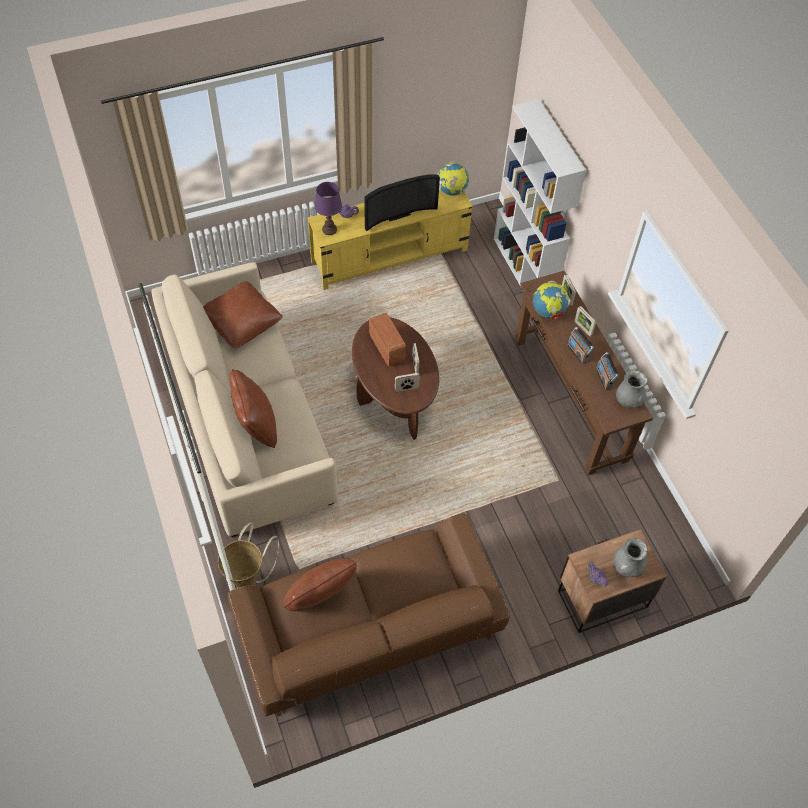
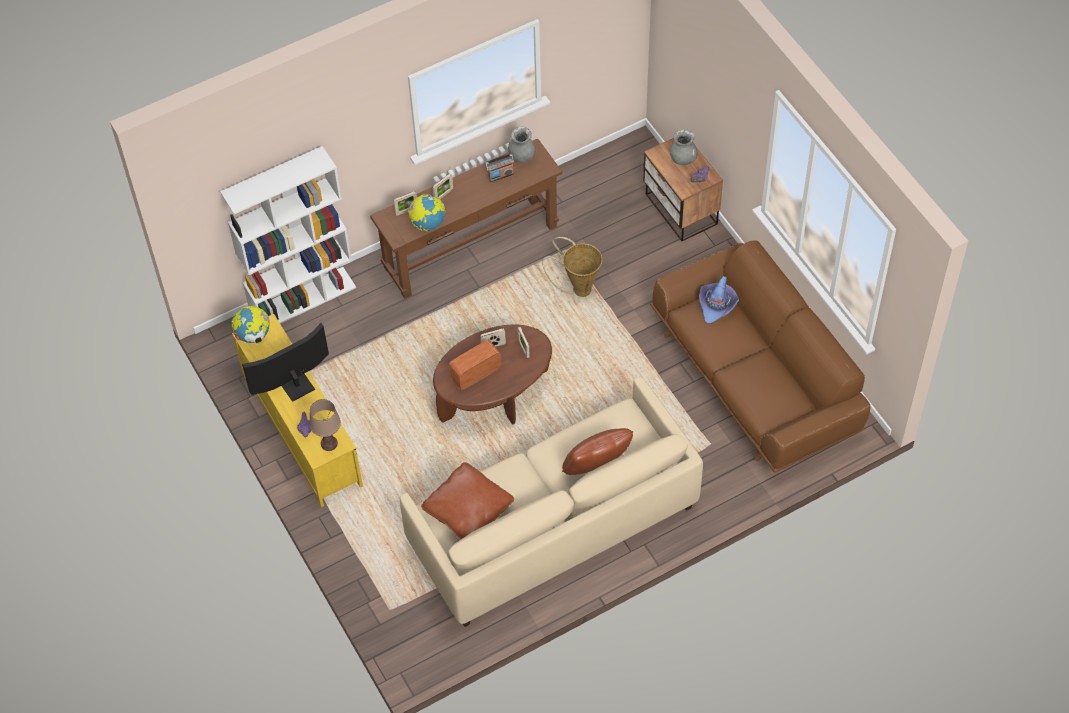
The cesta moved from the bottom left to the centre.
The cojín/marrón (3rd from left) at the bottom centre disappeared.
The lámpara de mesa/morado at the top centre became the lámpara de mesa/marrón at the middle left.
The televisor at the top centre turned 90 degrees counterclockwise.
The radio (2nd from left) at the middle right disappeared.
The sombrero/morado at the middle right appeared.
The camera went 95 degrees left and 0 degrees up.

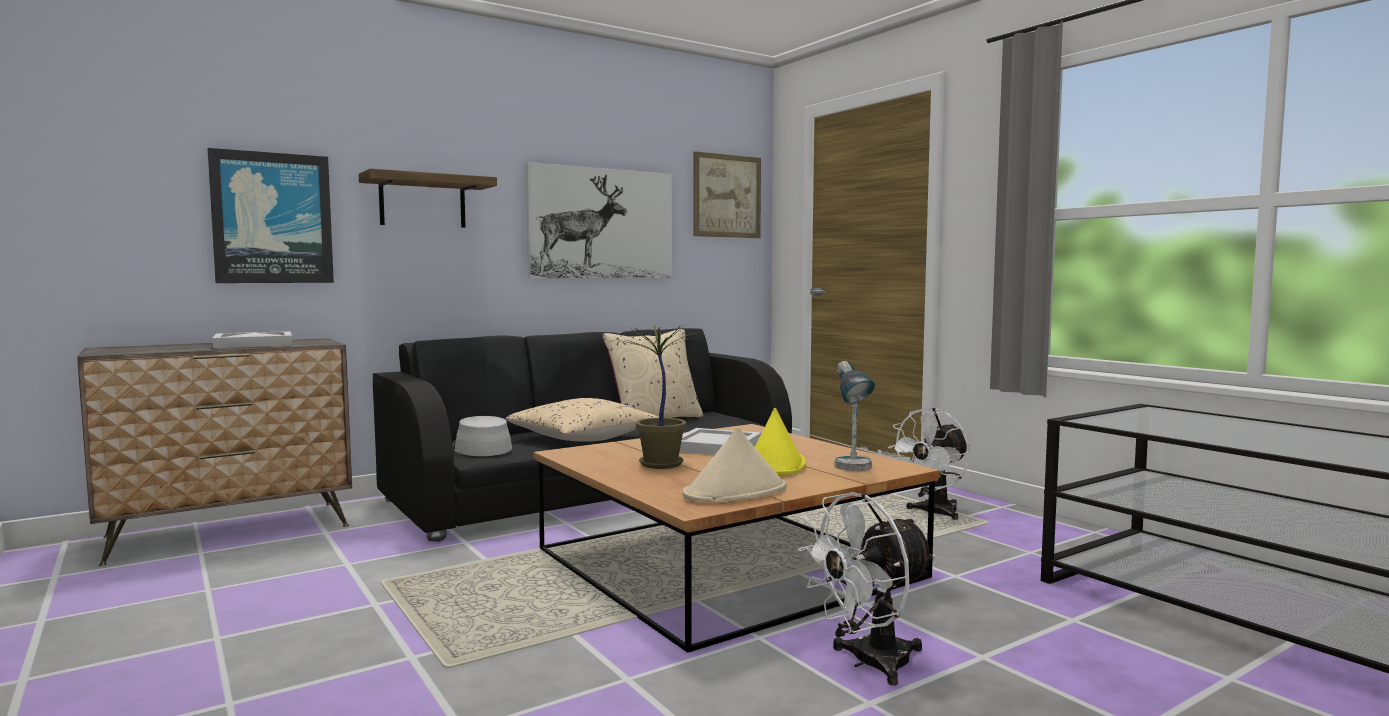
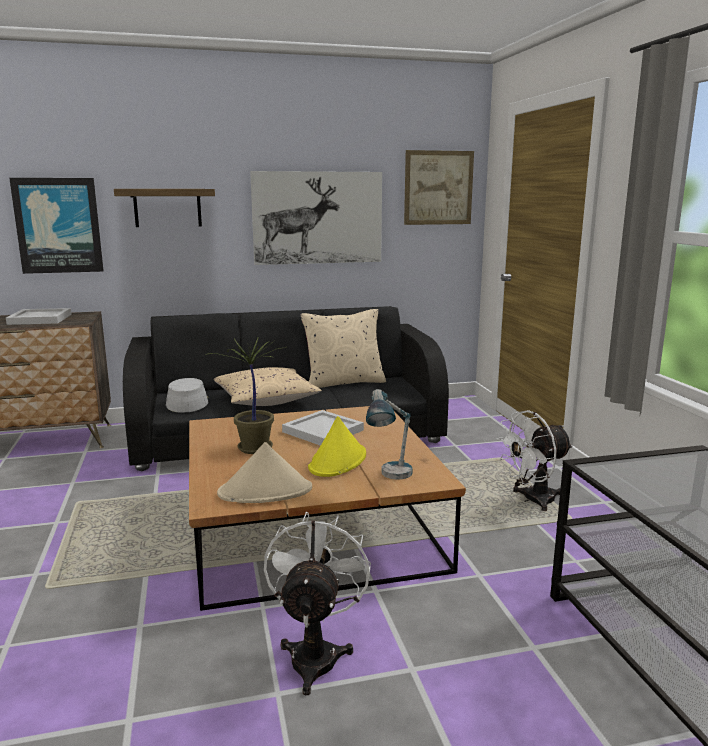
The ventilador/blanco (1st from left) at the bottom centre turned 105 degrees clockwise.
The camera went 20 degrees right and 10 degrees up.

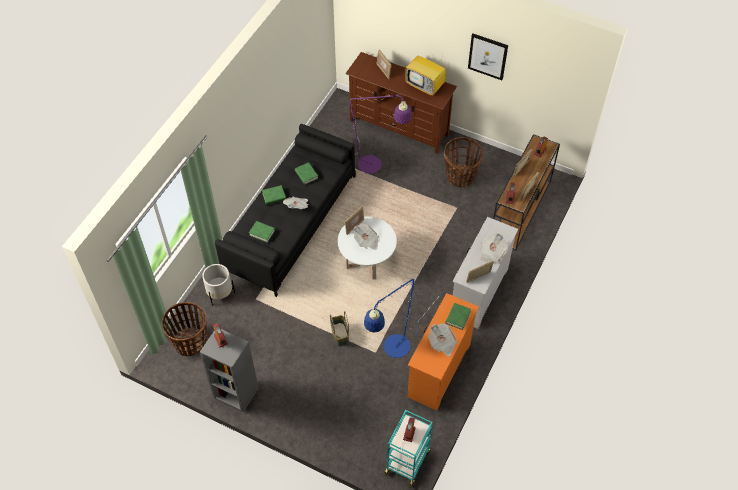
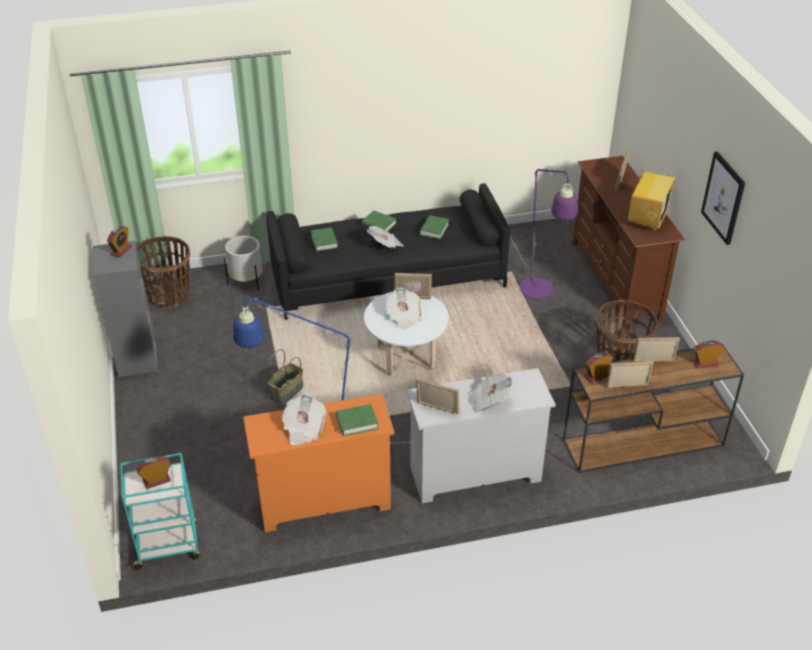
The televisor at the top centre turned 150 degrees counterclockwise.
The camera went 50 degrees right and 15 degrees down.

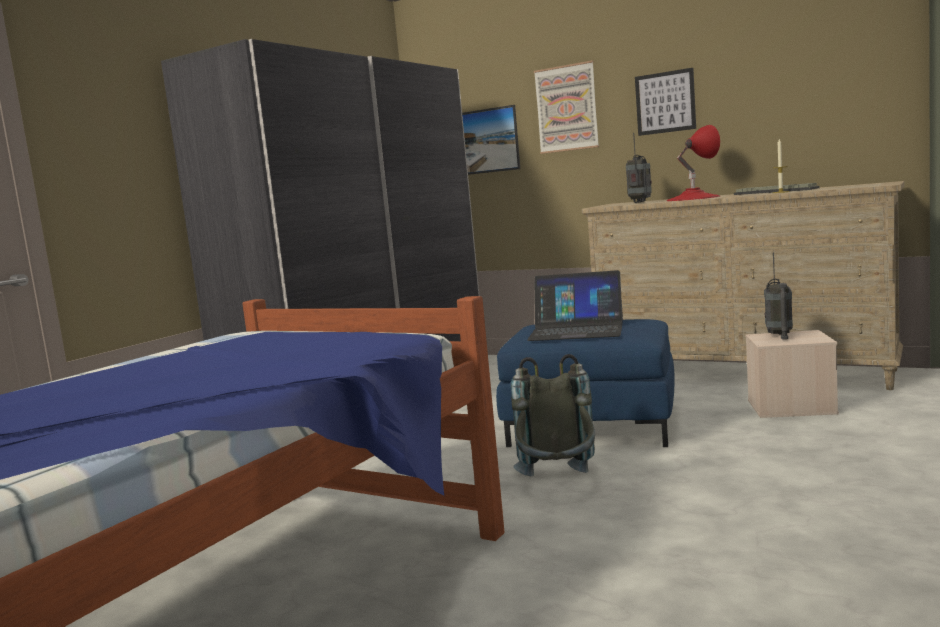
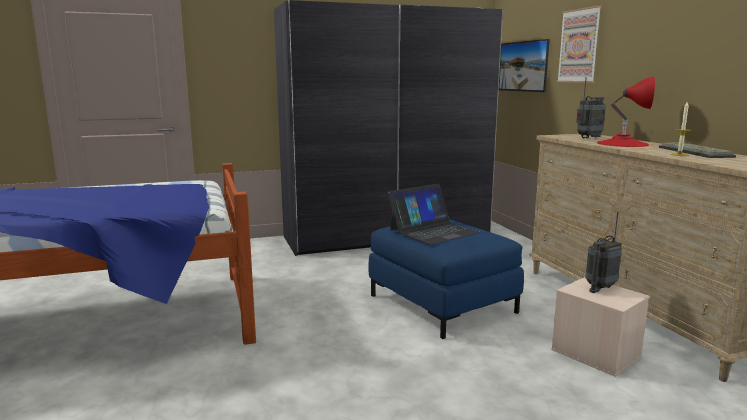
The mochila/gris at the centre disappeared.
The portátil at the centre turned 90 degrees counterclockwise.
The cuadro (3rd from left) at the top right disappeared.
The camera went 40 degrees right and 5 degrees up.

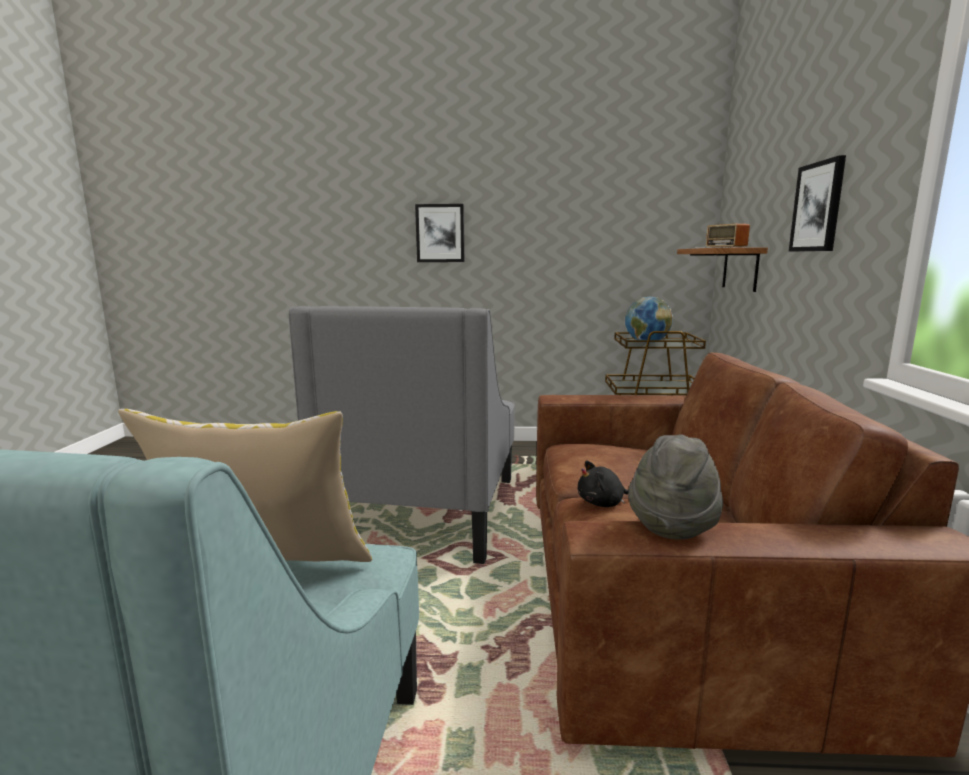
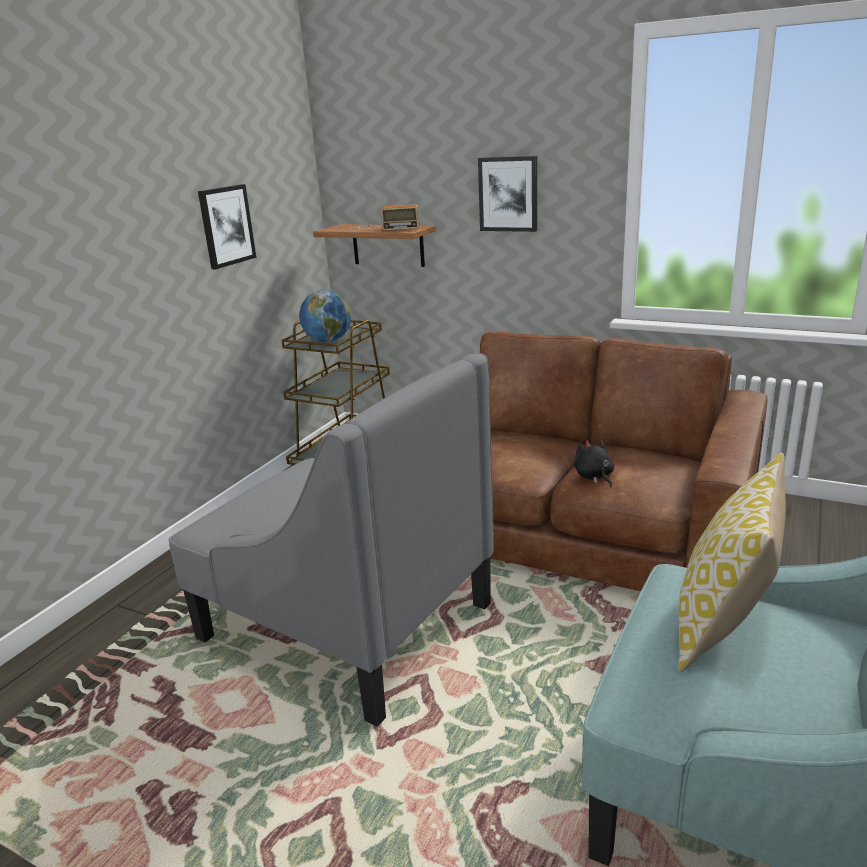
The cuadro (1st from left) moved from the top centre to the top left.
The peluche/negro at the centre turned 150 degrees clockwise.
The sombrero/gris at the middle right disappeared.
The camera went 65 degrees left and 10 degrees up.

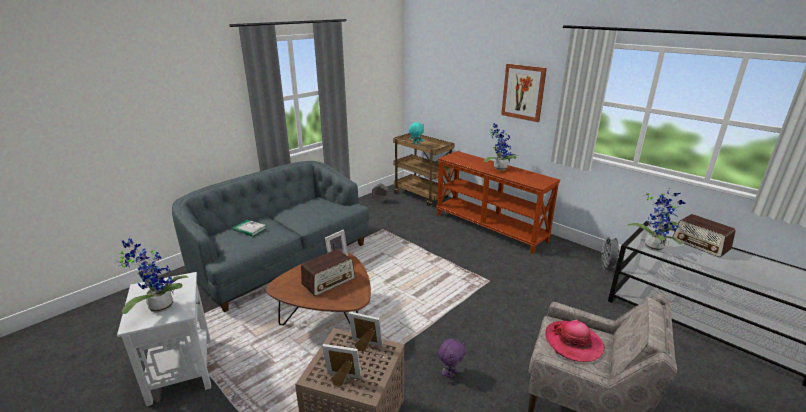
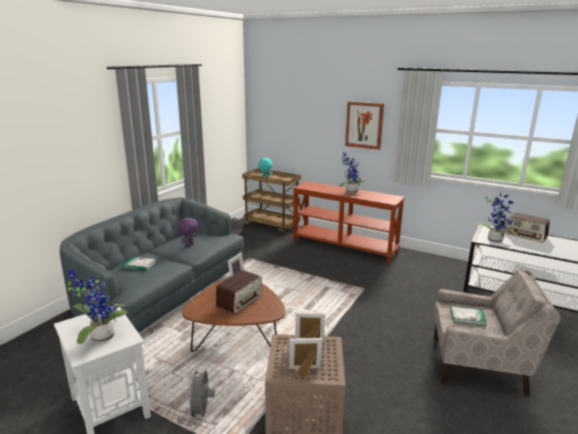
The peluche/morado moved from the bottom centre to the middle left.
The sombrero at the bottom right was replaced by the libro (2nd from left) at the bottom right.
The ventilador/gris moved from the middle right to the bottom centre.
The camera went 15 degrees left and 5 degrees down.

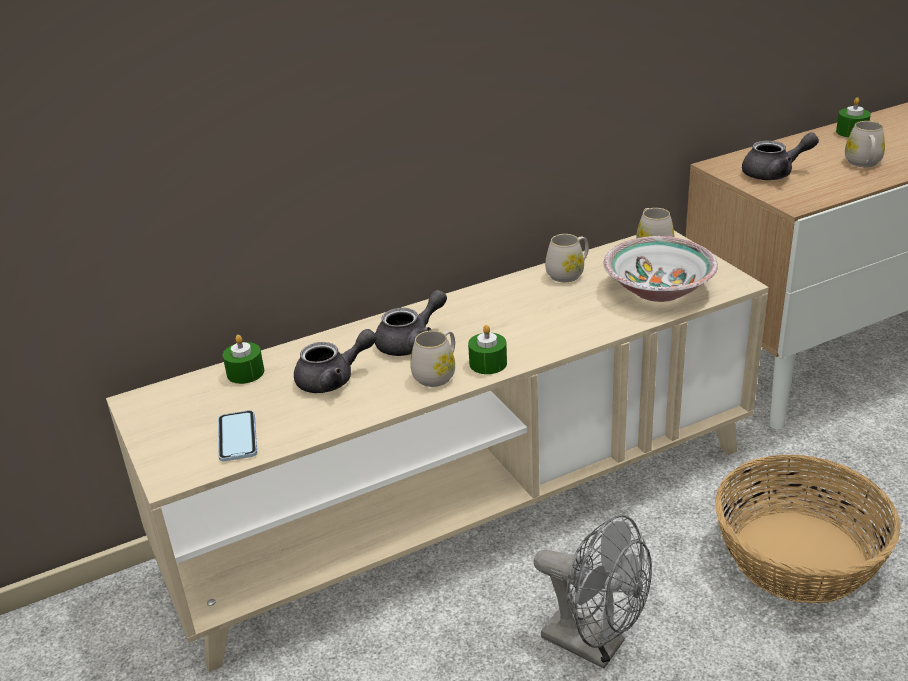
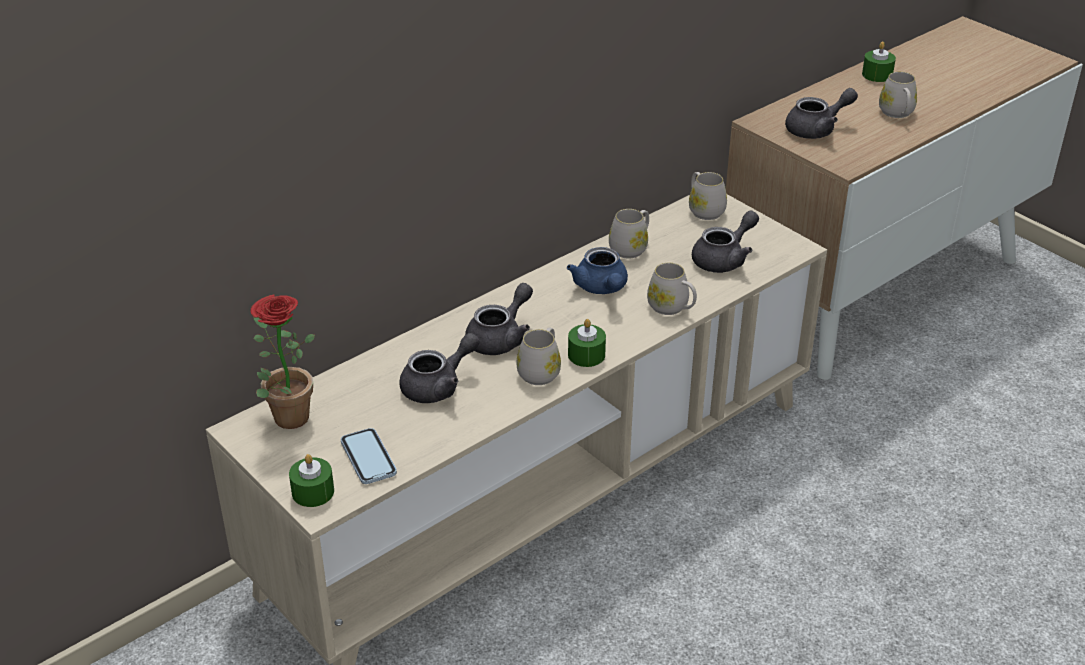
The vela/verde (1st from left) moved from the middle left to the bottom left.
The ventilador/gris at the bottom centre disappeared.
The cuenco at the middle right was replaced by the tetera/gris (3rd from left) at the middle right.
The cesta at the bottom right disappeared.
The planta en maceta at the middle left appeared.
The tetera/azul at the centre appeared.
The taza grande/blanco (3rd from left) at the centre appeared.
The camera went 15 degrees left and 5 degrees up.

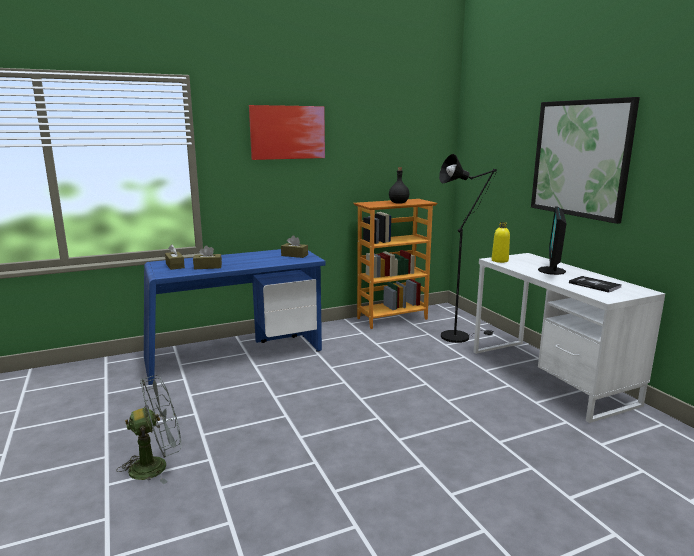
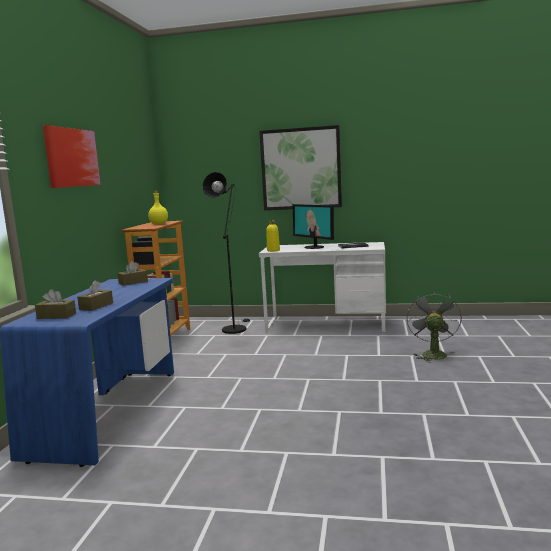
The ventilador/gris moved from the bottom left to the middle right.
The botella/negro at the top centre became the botella/amarillo (1st from left) at the middle left.
The camera went 55 degrees left and 5 degrees down.

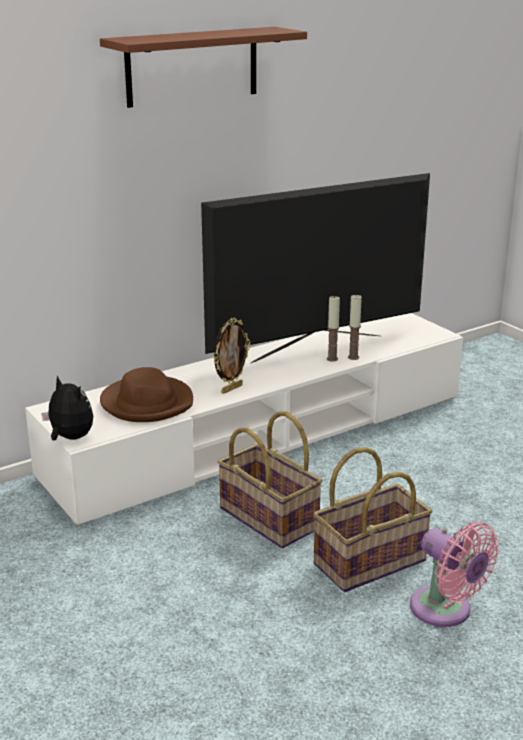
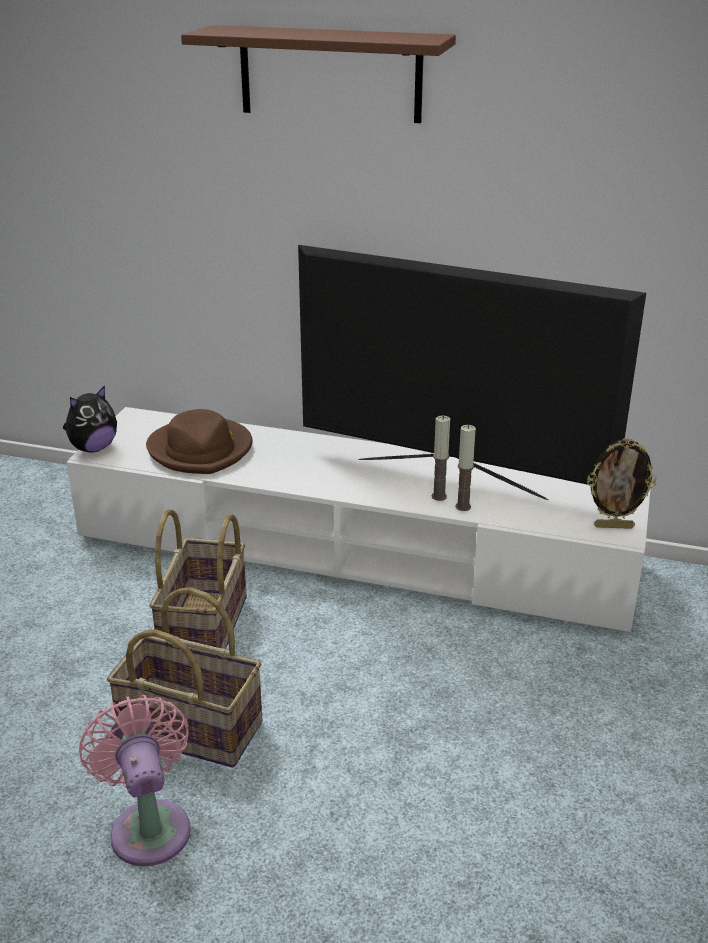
The peluche at the middle left turned 45 degrees clockwise.
The portarretratos moved from the centre to the middle right.
The ventilador/rosa at the bottom right turned 150 degrees clockwise.
The camera went 50 degrees right and 5 degrees up.

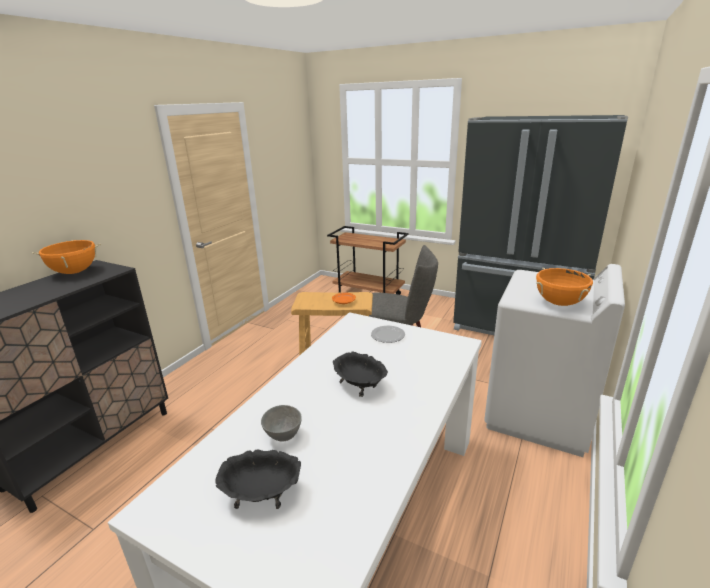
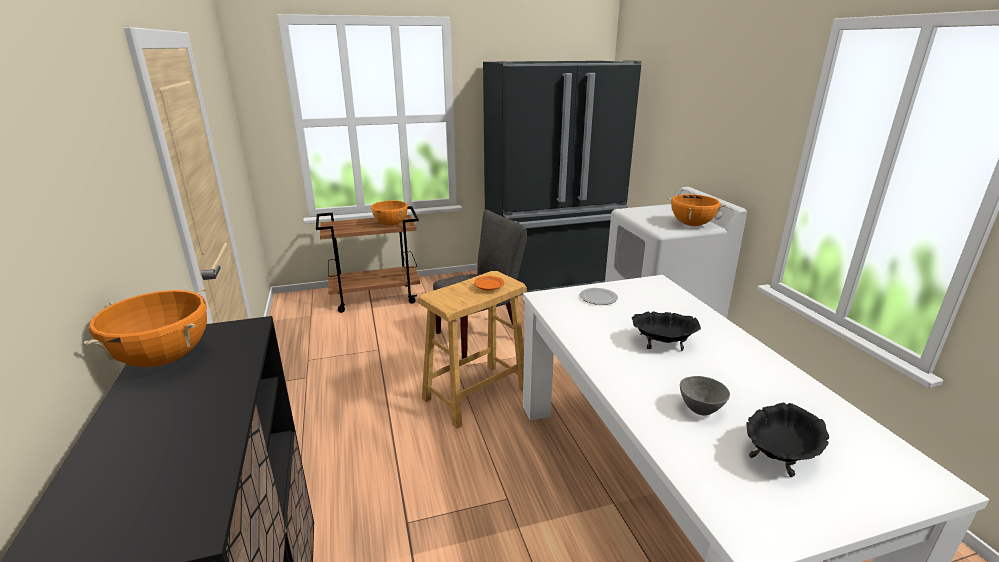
The olla/naranja (2nd from left) at the centre appeared.
The camera went 45 degrees left and 0 degrees up.

